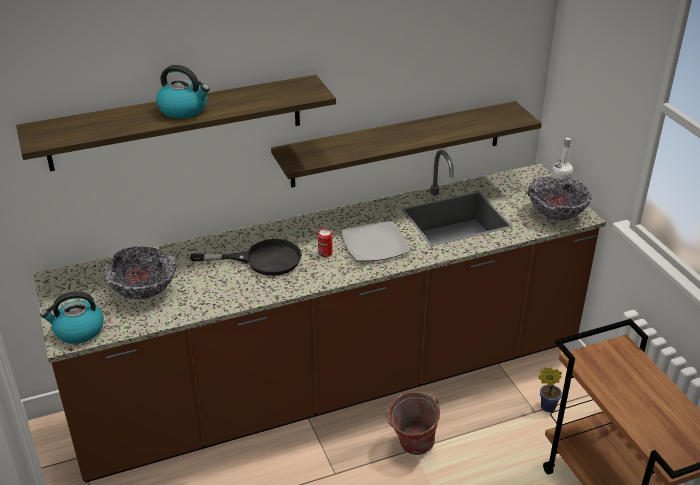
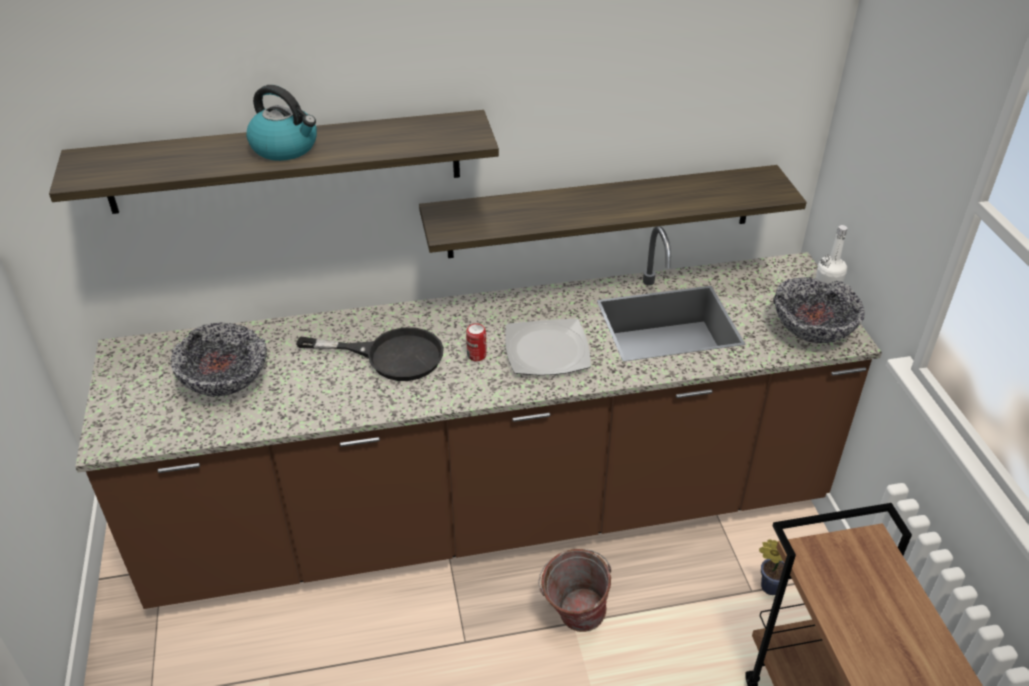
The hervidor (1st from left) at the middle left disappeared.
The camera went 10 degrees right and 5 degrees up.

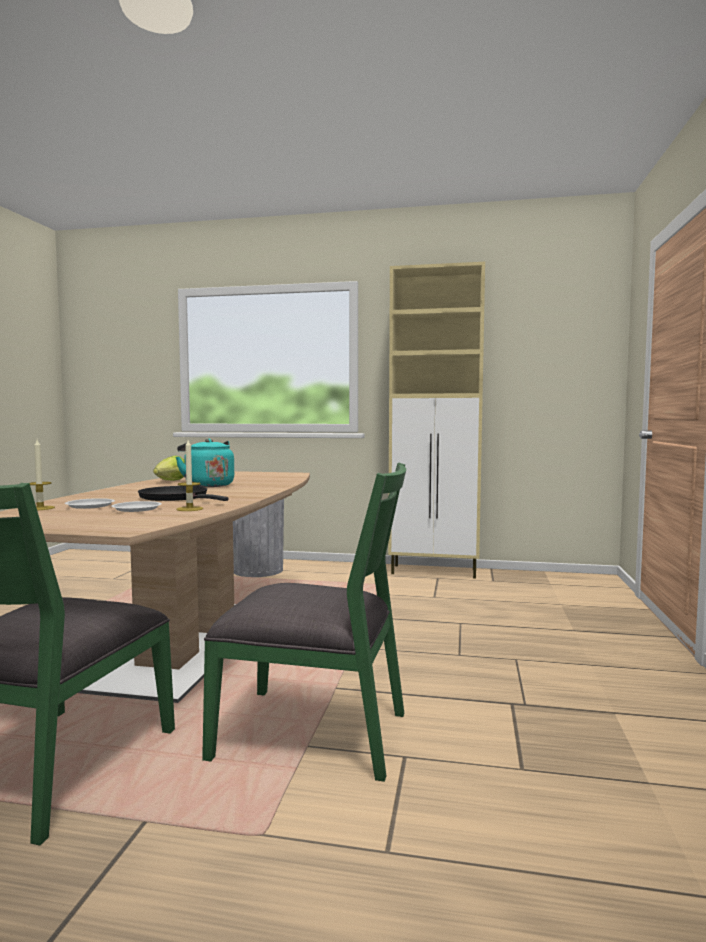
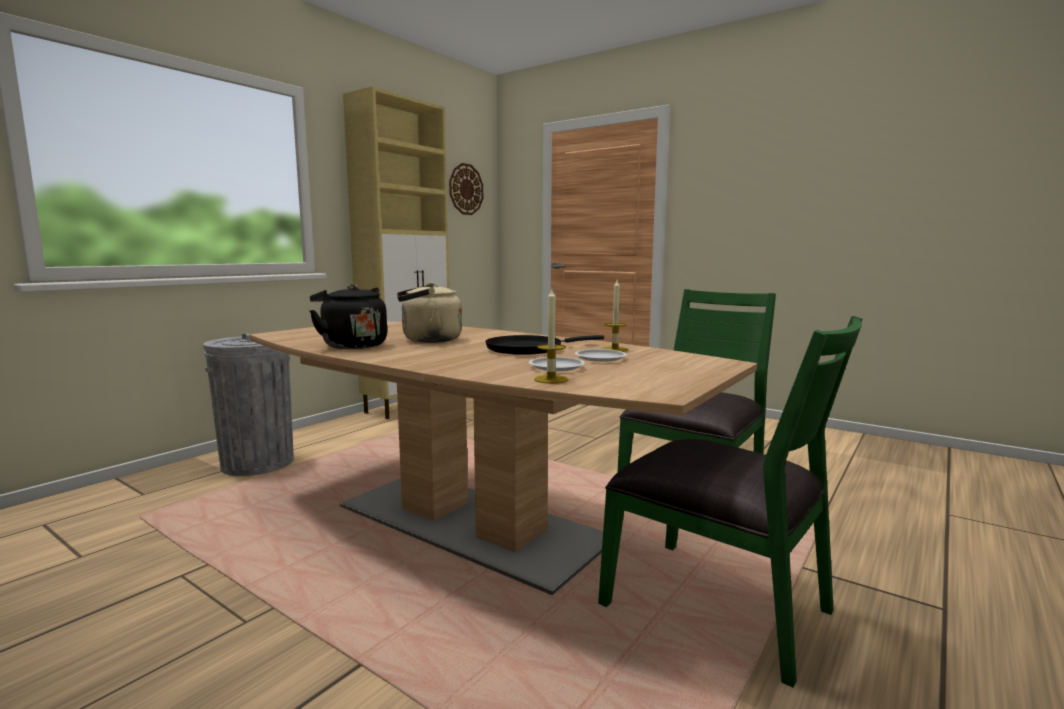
The lechuga at the middle left was replaced by the hervidor/negro at the middle left.
The hervidor/turquesa at the middle left became the hervidor/beis at the centre.
The reloj de pared at the top centre appeared.
The camera went 65 degrees left and 5 degrees up.

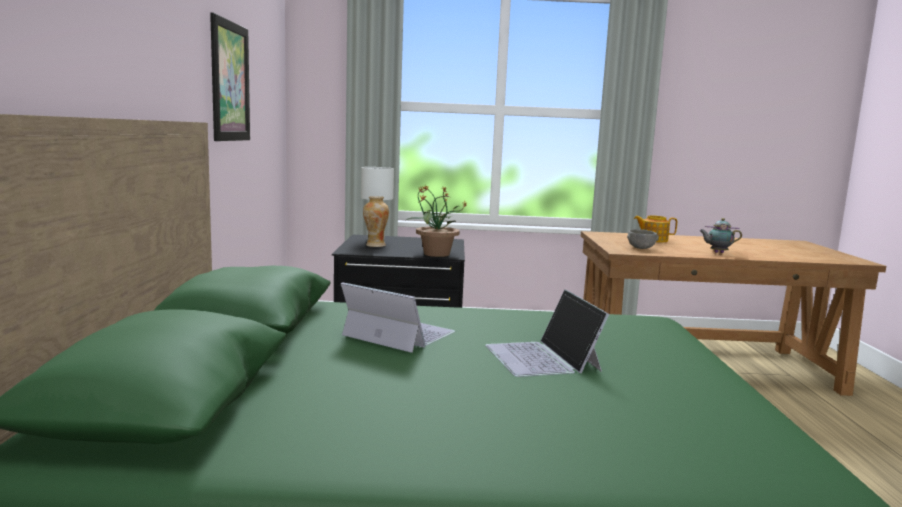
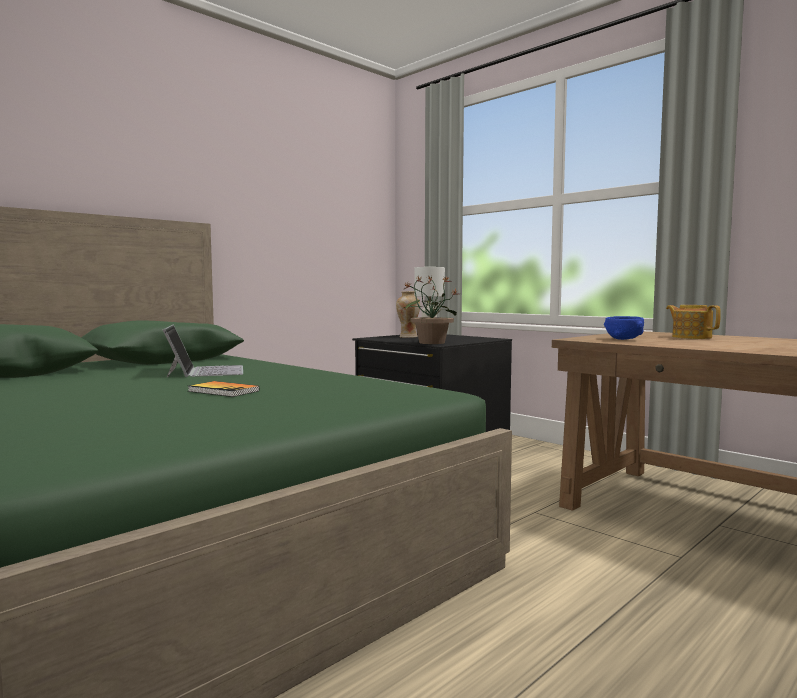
The cuadro at the top left disappeared.
The portátil (2nd from left) at the centre was replaced by the libro at the middle left.
The cuenco/gris at the middle right became the cuenco/azul at the middle right.
The tetera (2nd from left) at the middle right disappeared.
The camera went 45 degrees right and 5 degrees down.

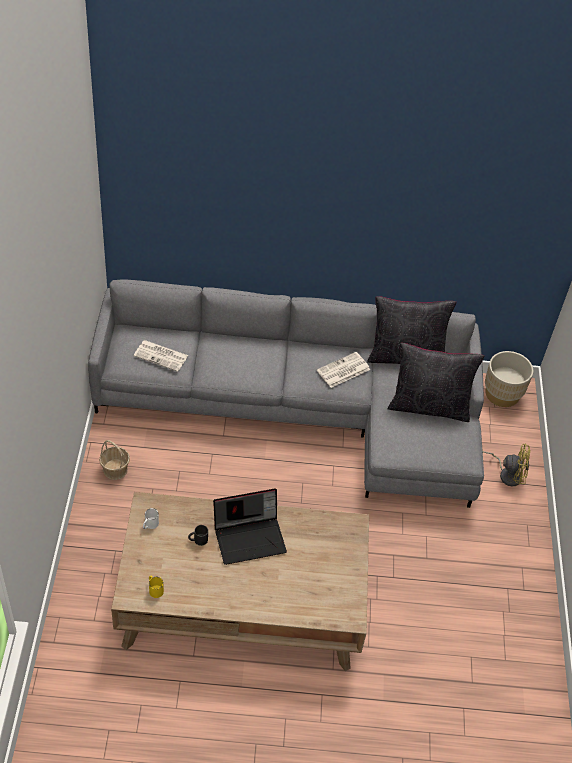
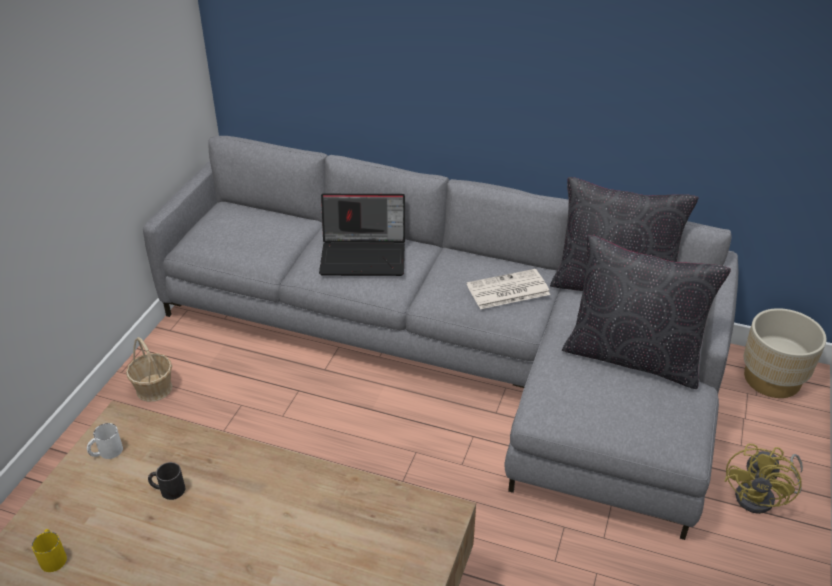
The periódico (1st from left) at the middle left disappeared.
The portátil moved from the bottom centre to the centre.
The ventilador/amarillo at the middle right turned 90 degrees clockwise.
The camera went 20 degrees right and 10 degrees down.

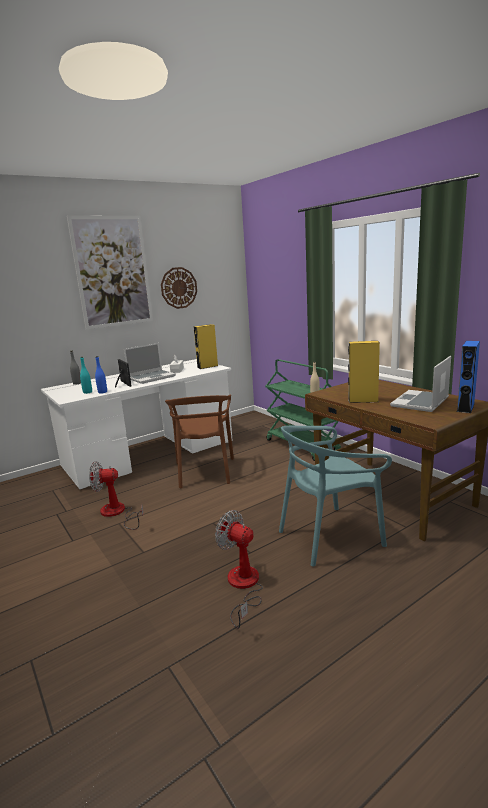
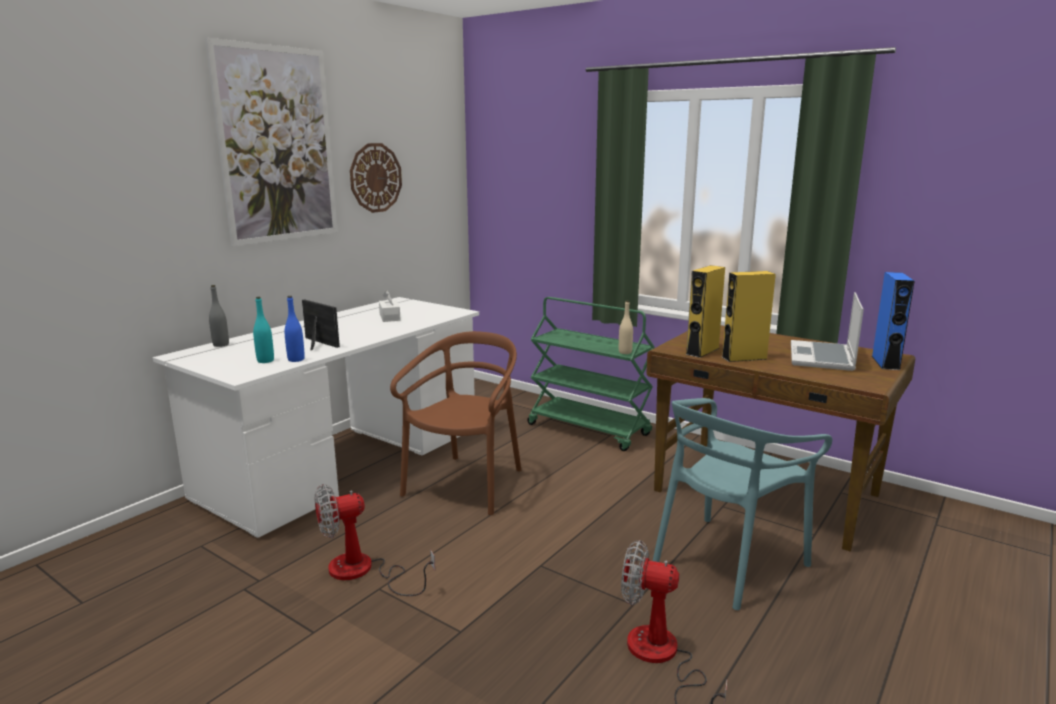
The portátil (1st from left) at the middle left disappeared.
The silla/marrón at the centre turned 135 degrees counterclockwise.
The altavoz/amarillo (1st from left) moved from the centre to the middle right.
The camera went 20 degrees left and 0 degrees up.

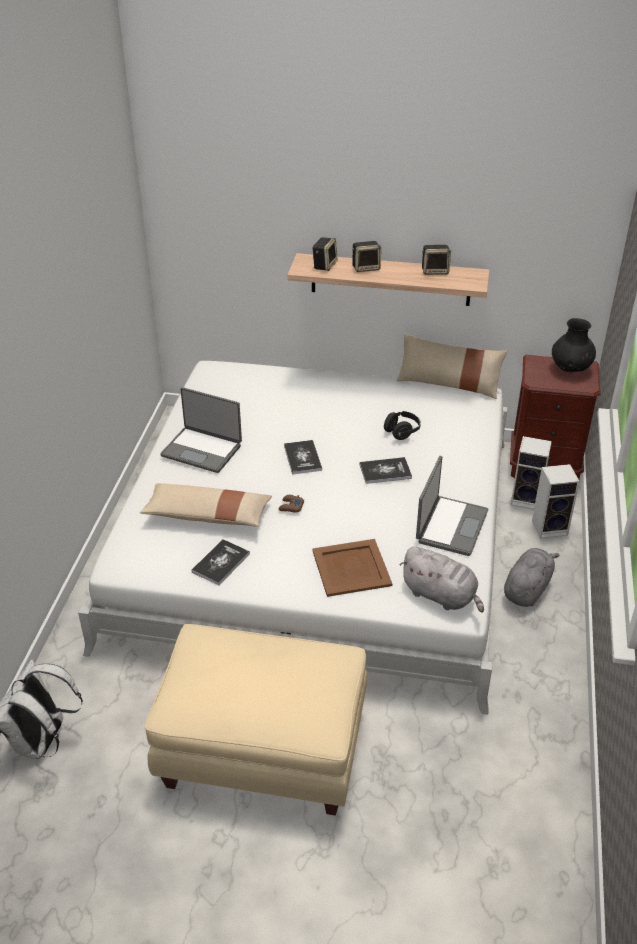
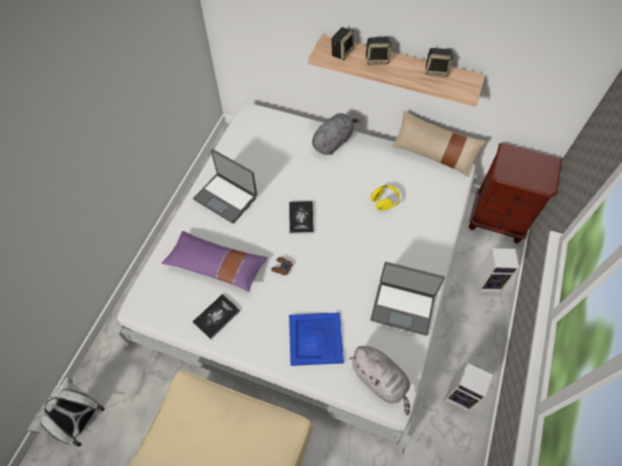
The cojín/beis (1st from left) at the middle left became the cojín/morado at the centre.
The bandeja/marrón at the centre became the bandeja/azul at the bottom centre.
The libro (3rd from left) at the centre disappeared.
The auriculares/negro at the centre became the auriculares/amarillo at the centre.
The portátil (2nd from left) at the middle right turned 75 degrees clockwise.
The peluche/gris (2nd from left in the first image) moved from the middle right to the top centre.
The altavoz (4th from left) moved from the middle right to the bottom right.
The florero/negro at the middle right disappeared.
The camera went 10 degrees right and 20 degrees up.

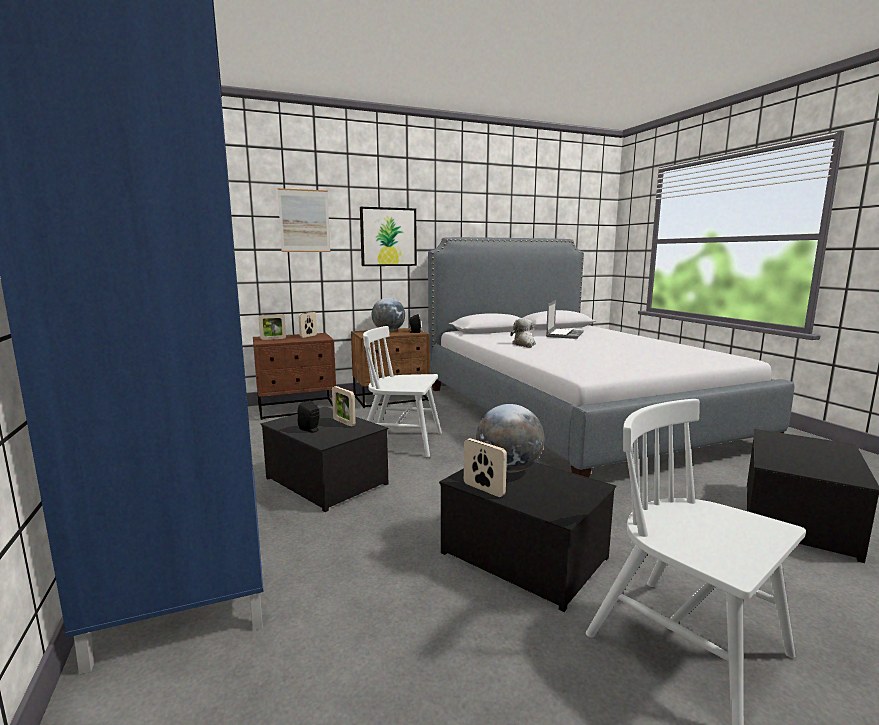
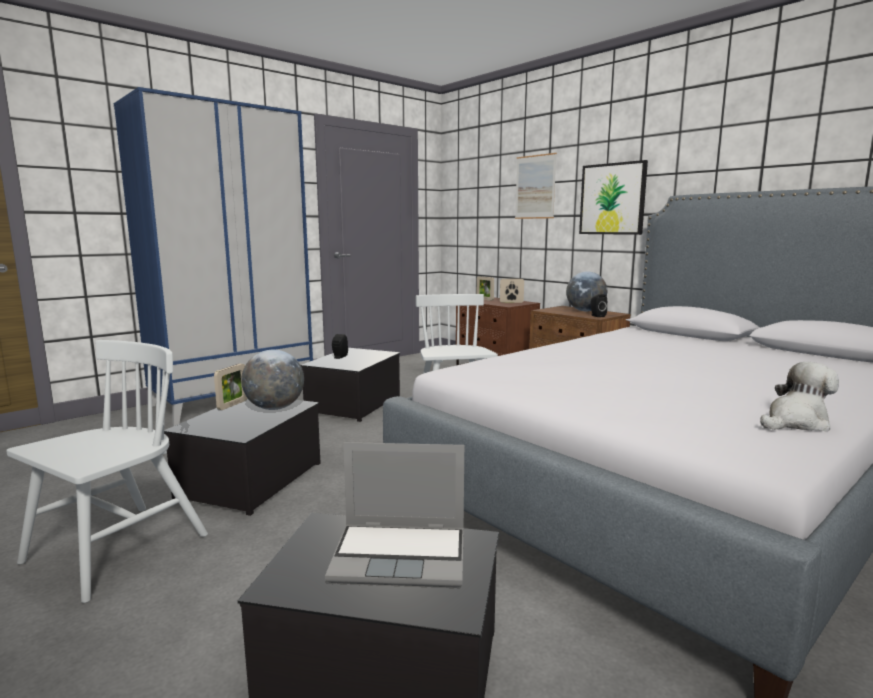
The portarretratos (3rd from left) at the centre disappeared.
The peluche moved from the centre to the middle right.
The portátil moved from the centre to the bottom centre.
The camera went 70 degrees right and 0 degrees up.

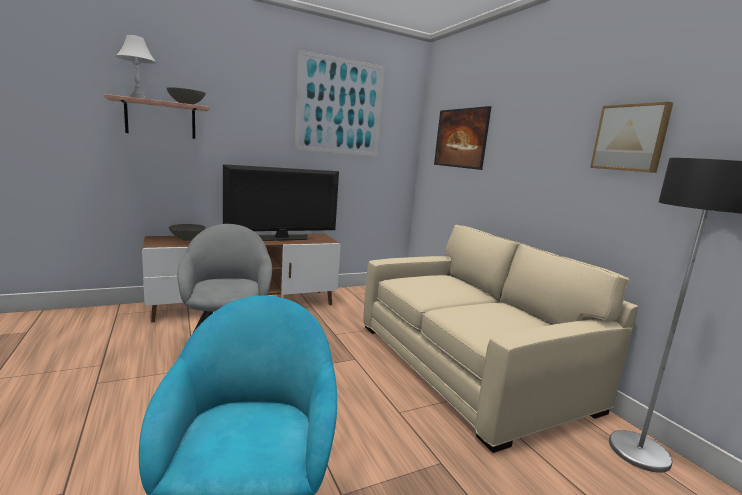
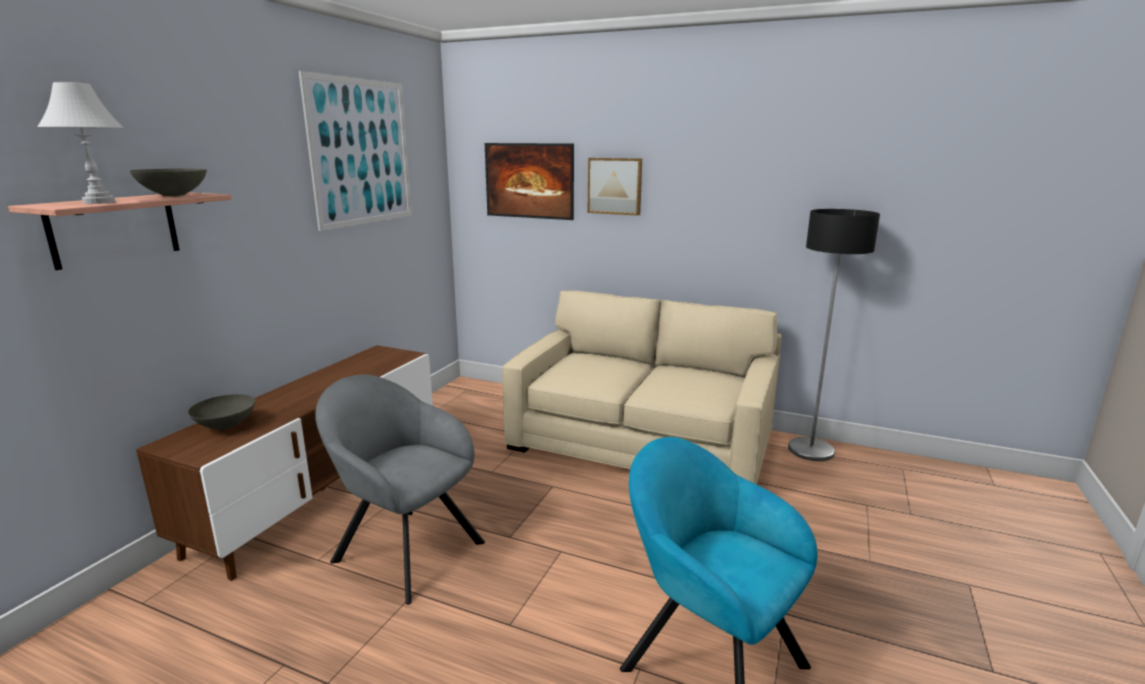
The televisor at the centre disappeared.
The cuadro (3rd from left) moved from the top right to the top centre.
The camera went 40 degrees left and 5 degrees up.

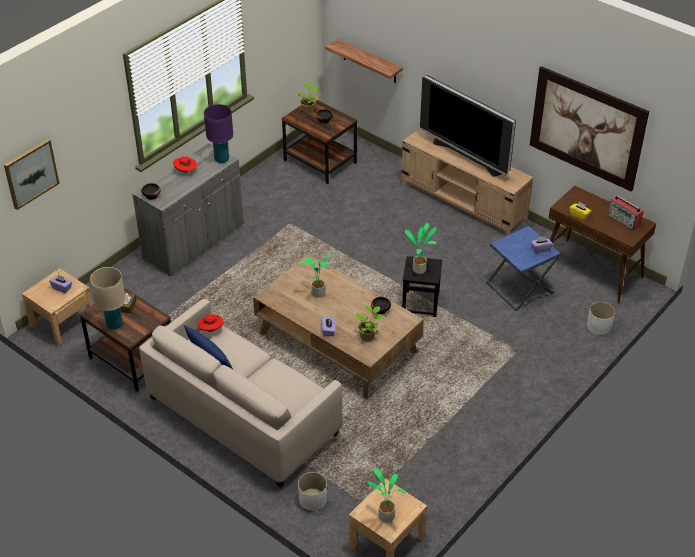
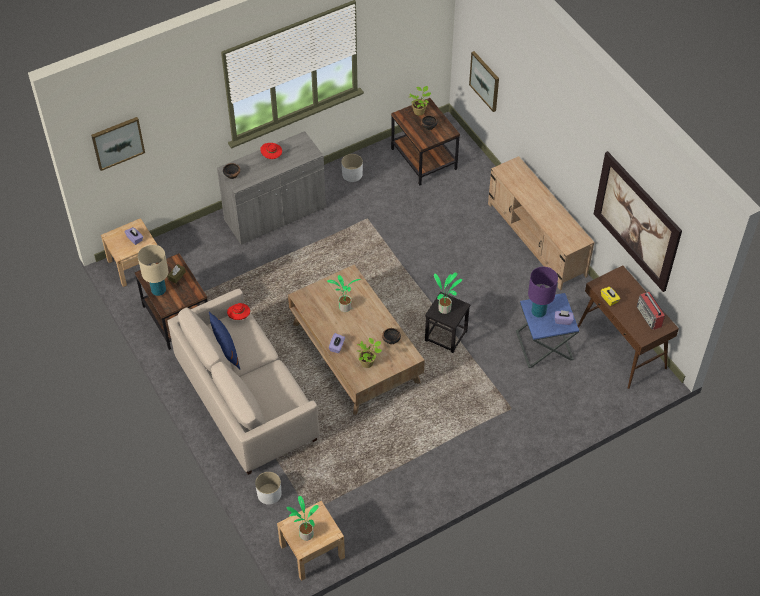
The lámpara de mesa/morado moved from the top left to the middle right.
The estante at the top centre was replaced by the cuadro (2nd from left) at the top centre.
The televisor at the top right disappeared.
The maceta/blanco (2nd from left) moved from the middle right to the top centre.
The camera went 20 degrees right and 10 degrees up.

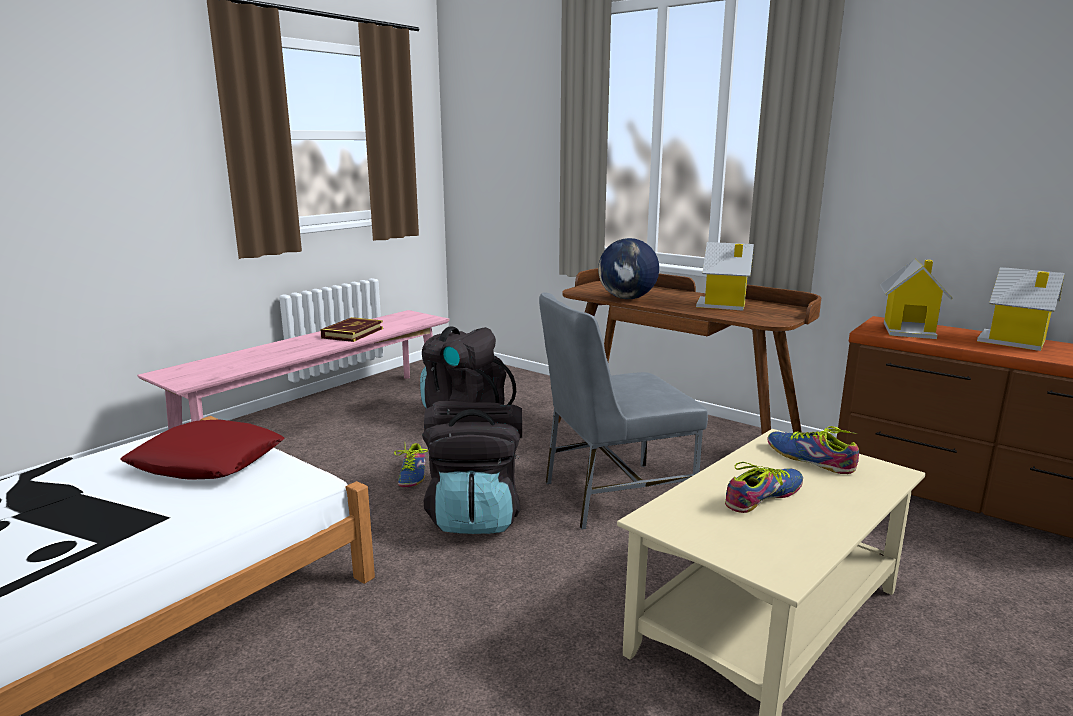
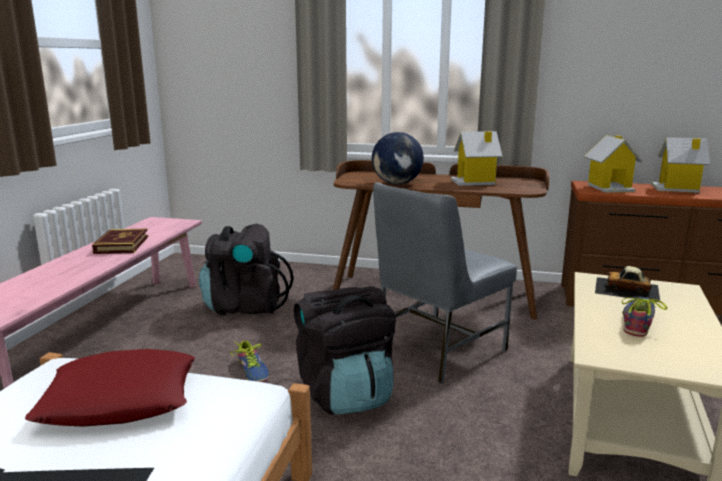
The zapato (3rd from left) at the middle right was replaced by the coche de juguete at the middle right.
The camera went 25 degrees left and 0 degrees up.

